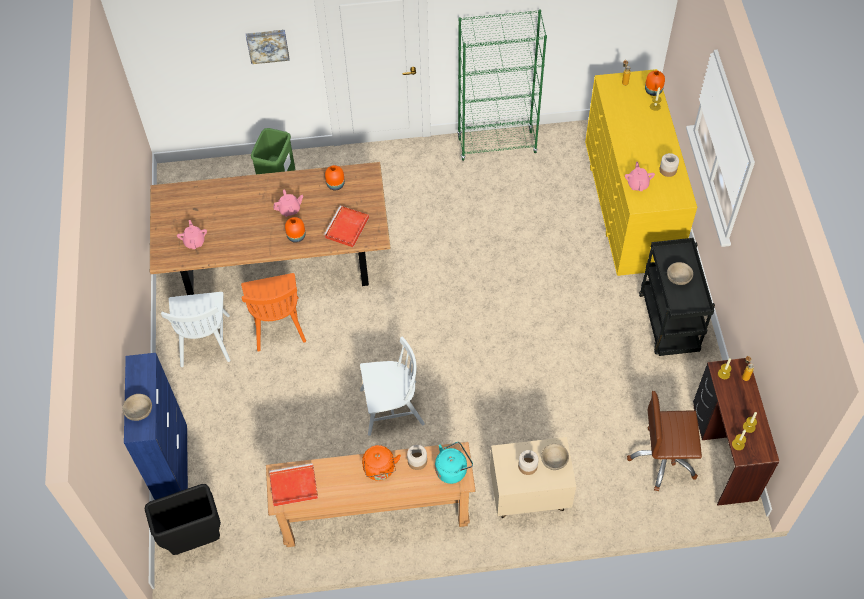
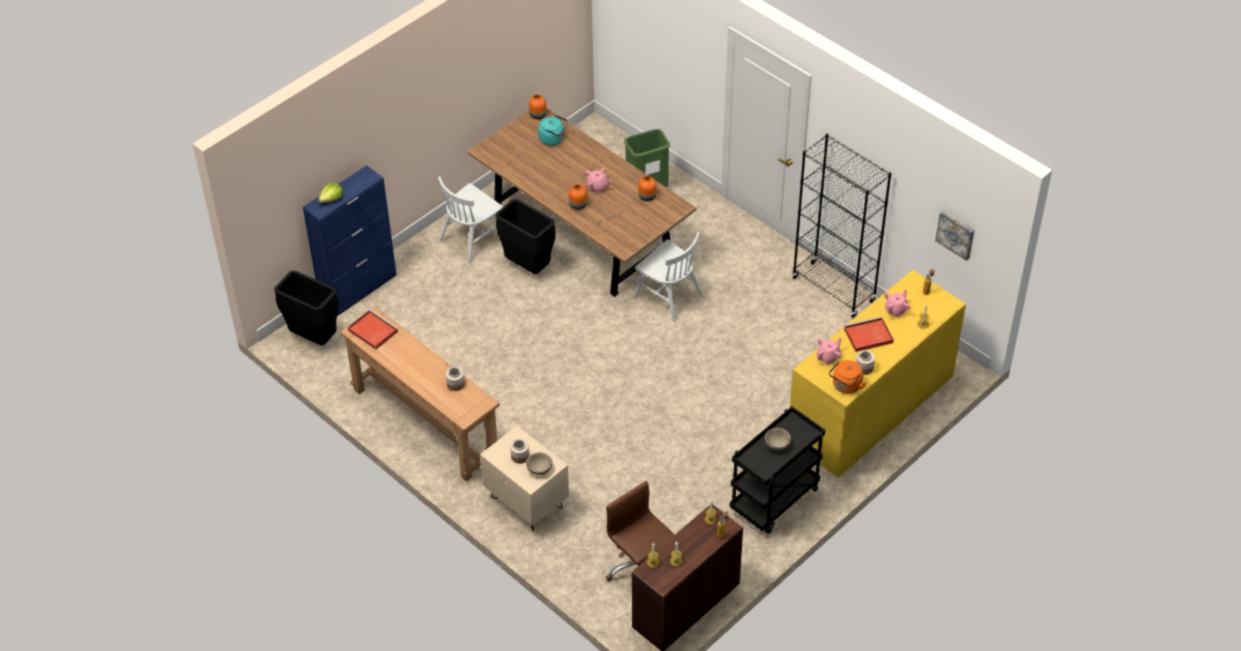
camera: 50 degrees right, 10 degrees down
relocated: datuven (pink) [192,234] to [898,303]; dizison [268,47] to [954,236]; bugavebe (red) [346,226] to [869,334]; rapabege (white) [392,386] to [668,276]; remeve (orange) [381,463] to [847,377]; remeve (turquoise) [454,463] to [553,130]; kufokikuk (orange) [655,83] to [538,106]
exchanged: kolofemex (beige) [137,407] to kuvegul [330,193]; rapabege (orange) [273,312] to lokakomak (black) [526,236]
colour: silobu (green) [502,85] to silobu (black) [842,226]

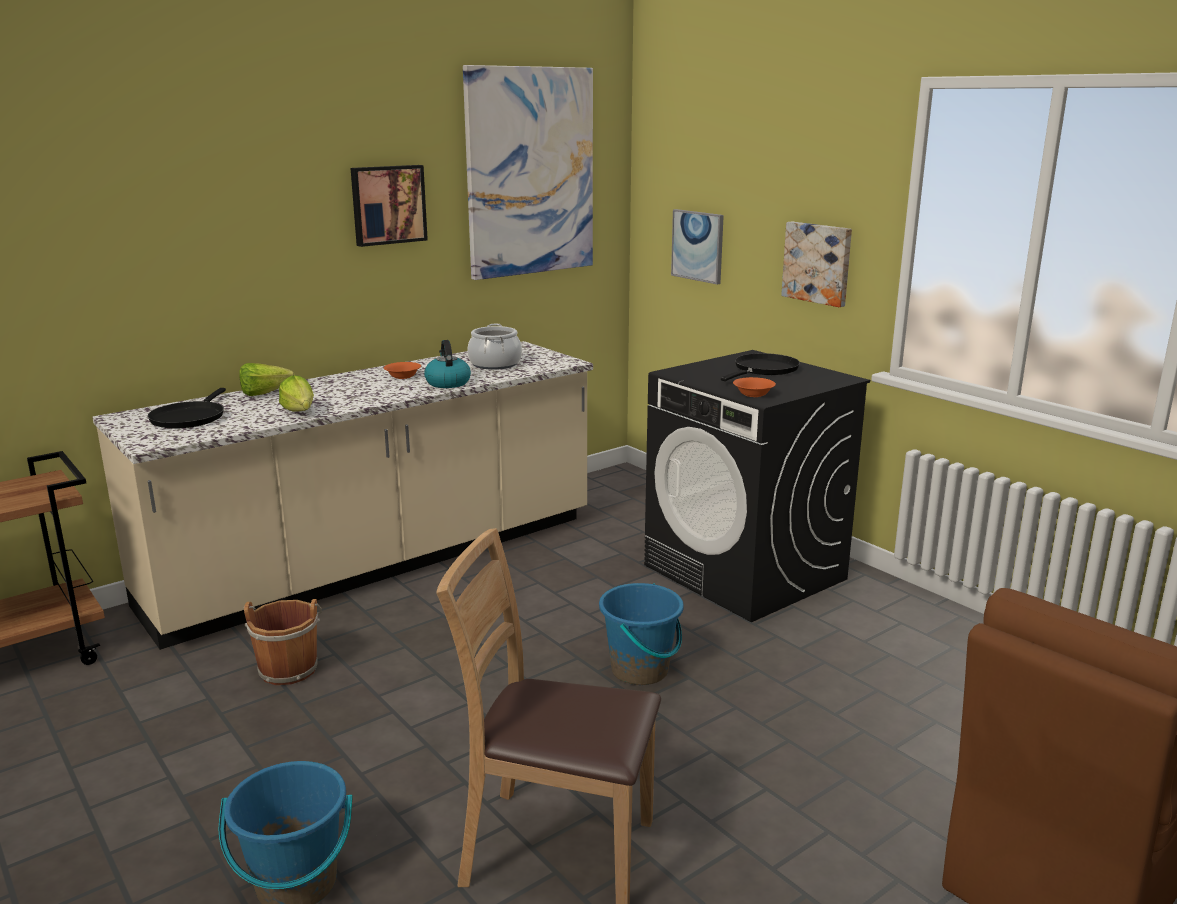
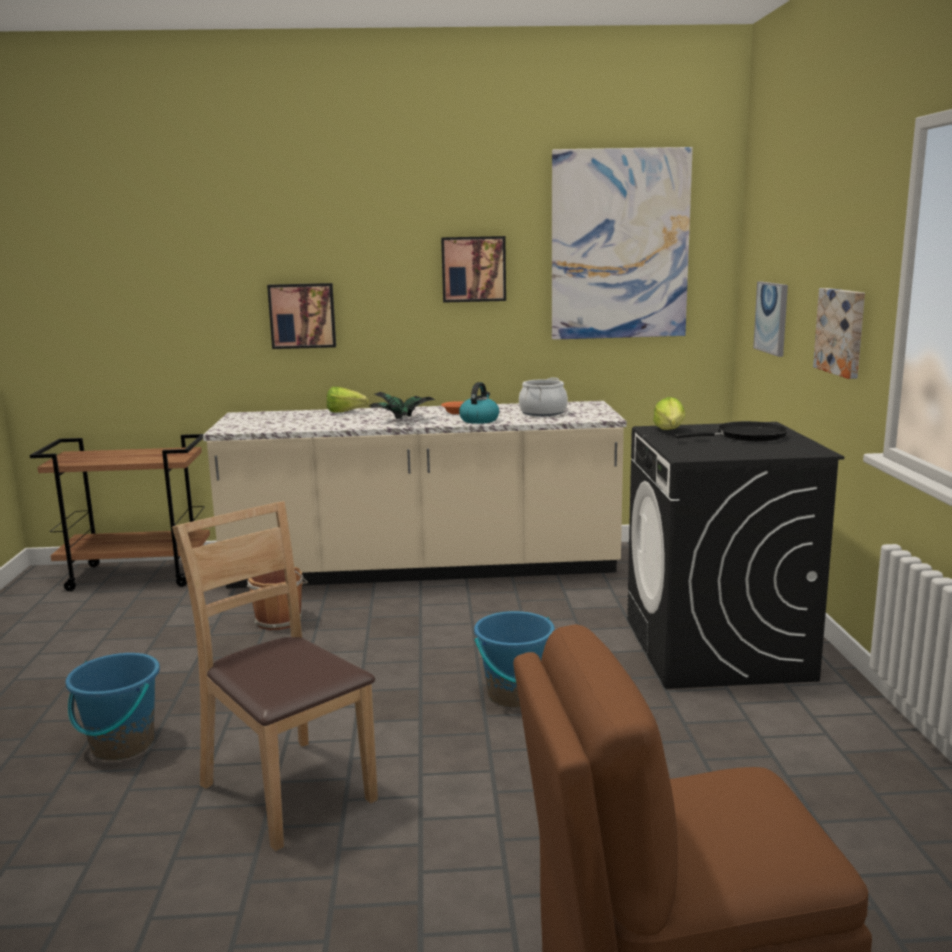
camera: 35 degrees right, 5 degrees down
missing: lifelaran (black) [186,408]; kolofemex (orange) [754,387]
appeared: dizison [301,316]; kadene [402,406]
relocated: kuvegul [296,393] to [669,413]

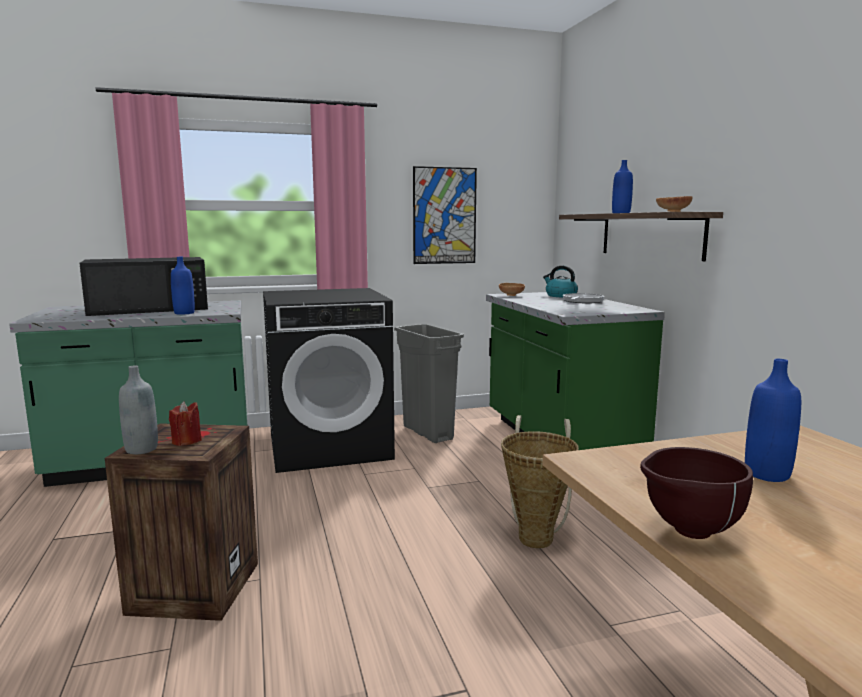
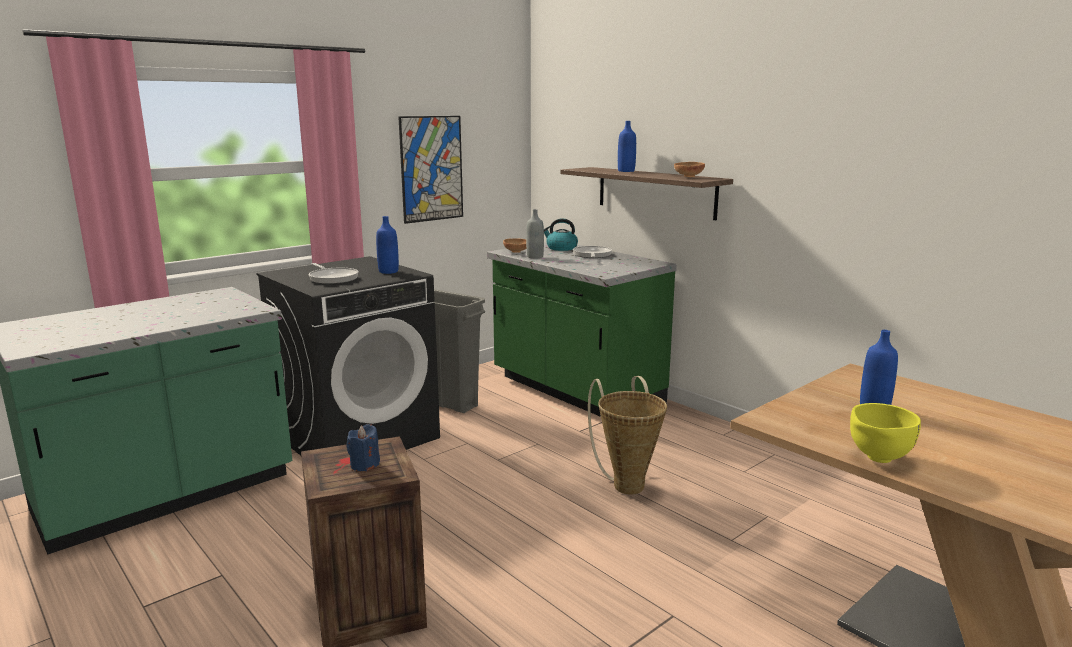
camera: 25 degrees left, 5 degrees up
missing: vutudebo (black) [143,286]
appeared: lifelaran [334,273]
relocated: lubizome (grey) [138,409] to [535,234]; lubizome (blue) [183,286] to [387,245]
colour: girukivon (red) [185,423] to girukivon (blue) [363,447]; kolofemex (brown) [696,493] to kolofemex (yellow) [885,433]

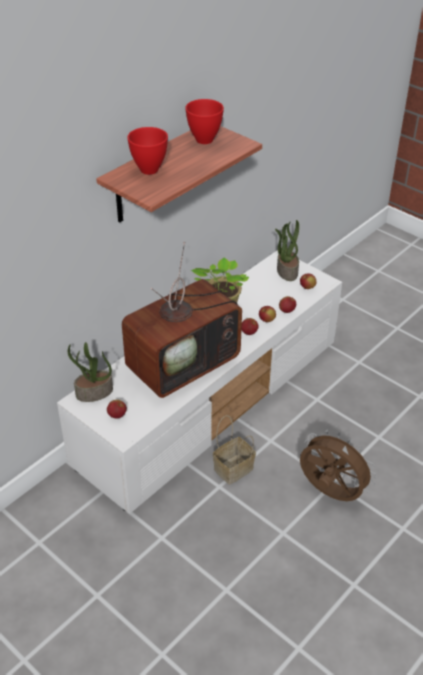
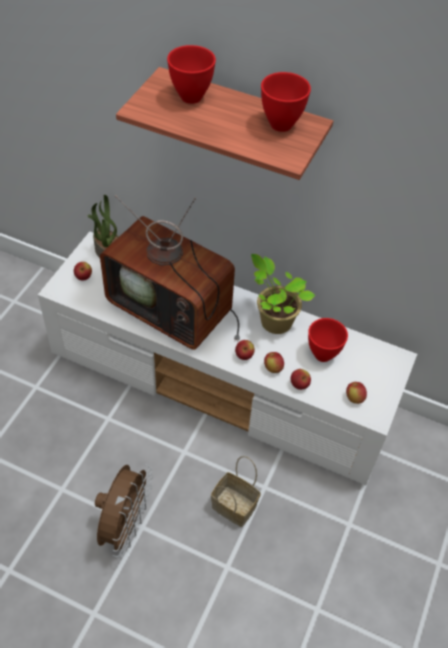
camera: 70 degrees right, 10 degrees up
missing: kadene [287,250]
appeared: kolofemex (red) [328,340]
relocated: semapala [234,450] to [236,491]

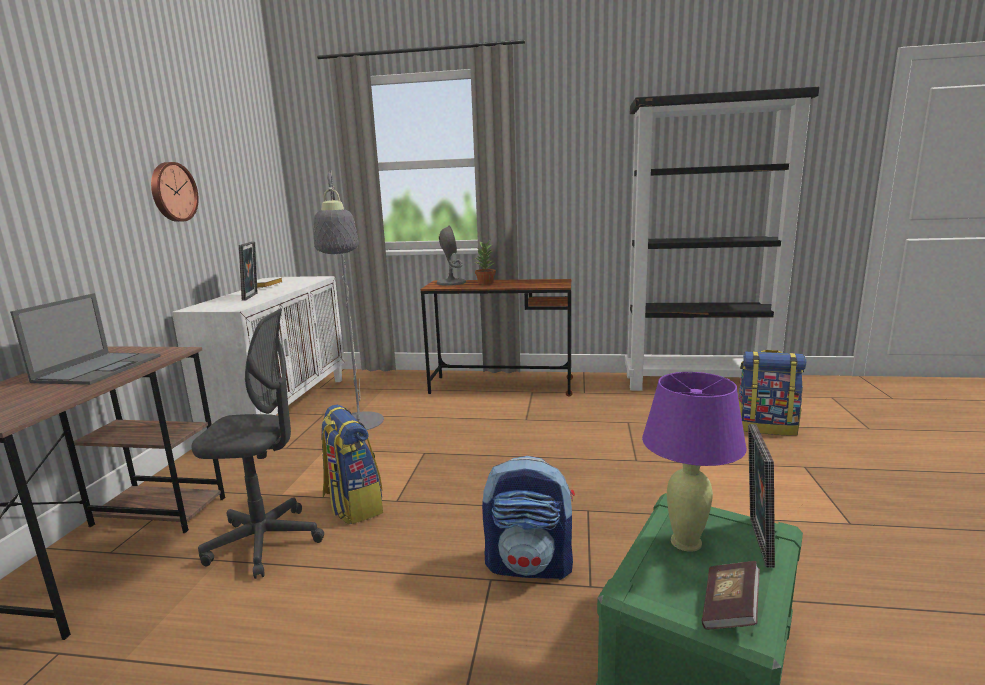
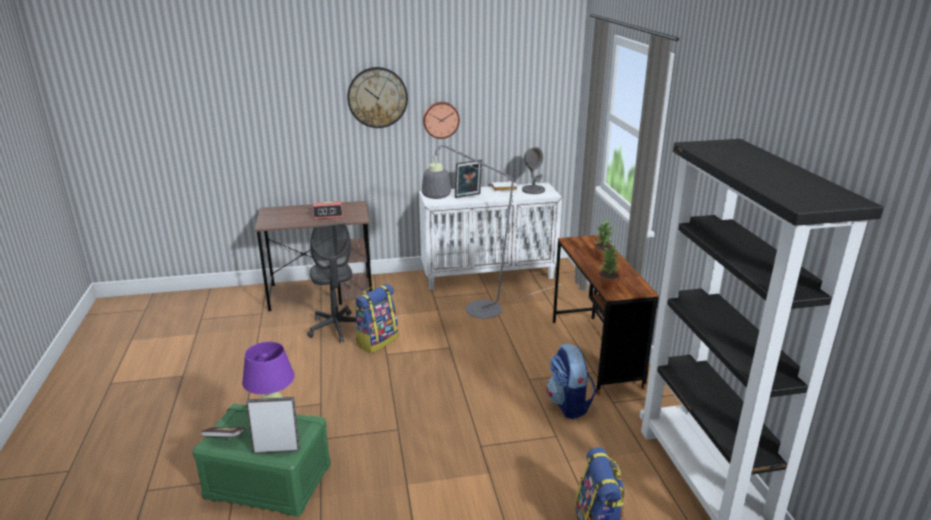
camera: 70 degrees right, 10 degrees up
appeared: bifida [377,97]; kadene [609,267]
relocated: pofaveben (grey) [451,256] to [533,170]; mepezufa [528,518] to [571,381]
exchanged: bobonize [85,339] to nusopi [328,210]

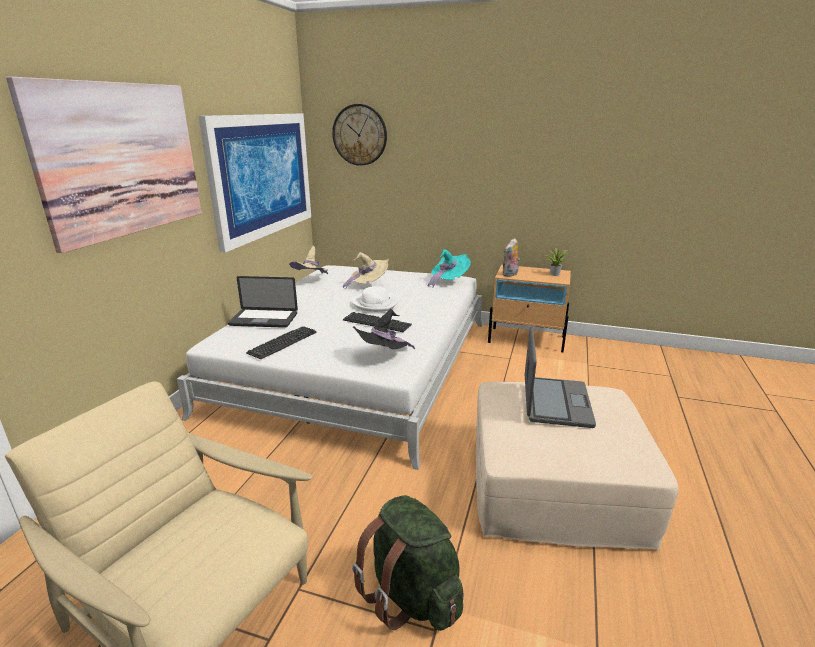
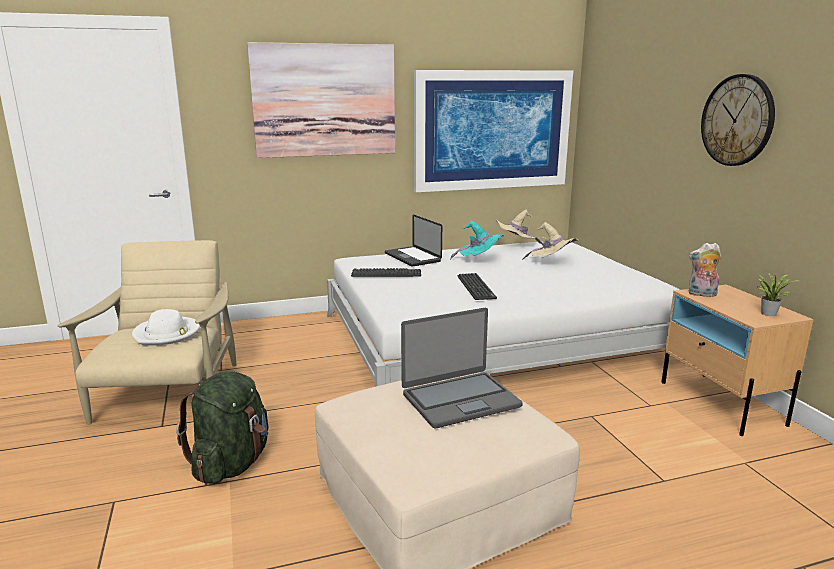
camera: 55 degrees right, 5 degrees down
missing: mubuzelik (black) [384,329]
relocated: bifida [359,135] to [738,120]; mubuzelik (white) [375,299] to [166,327]; mubuzelik (turquoise) [449,268] to [476,240]

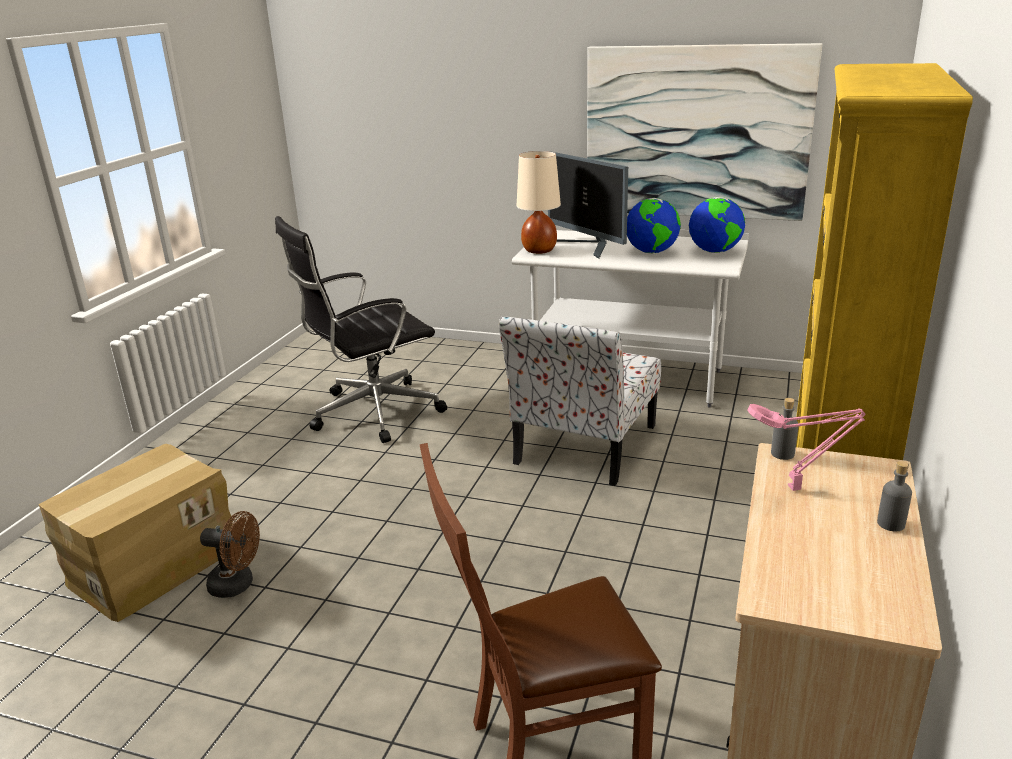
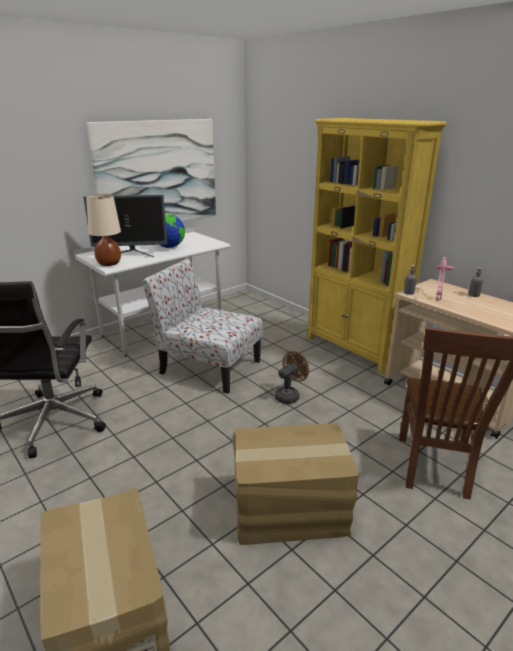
camera: 60 degrees left, 0 degrees up
missing: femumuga [717,225]
appeared: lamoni [296,484]
relocated: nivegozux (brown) [230,554] to [292,377]
spun: rapabege [580,401] = [202,326] 150 degrees clockwise

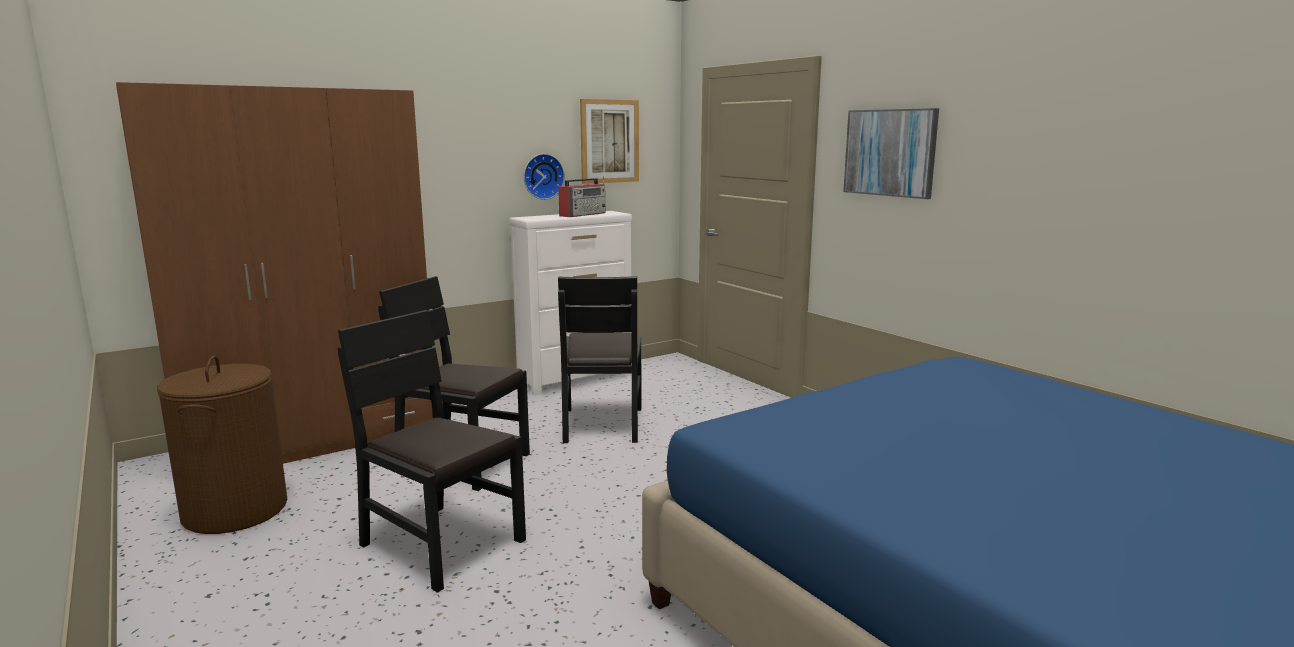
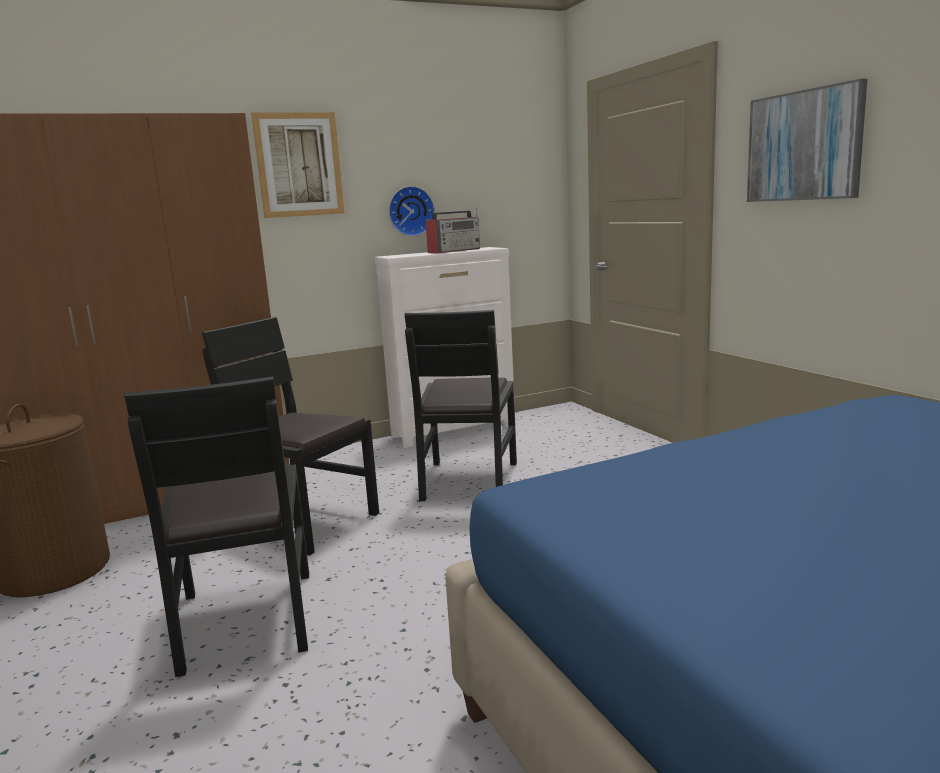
camera: 10 degrees right, 0 degrees up
relocated: dizison [609,141] to [297,165]
spun: rapabege (black) [432,451] = [216,526] 150 degrees counterclockwise

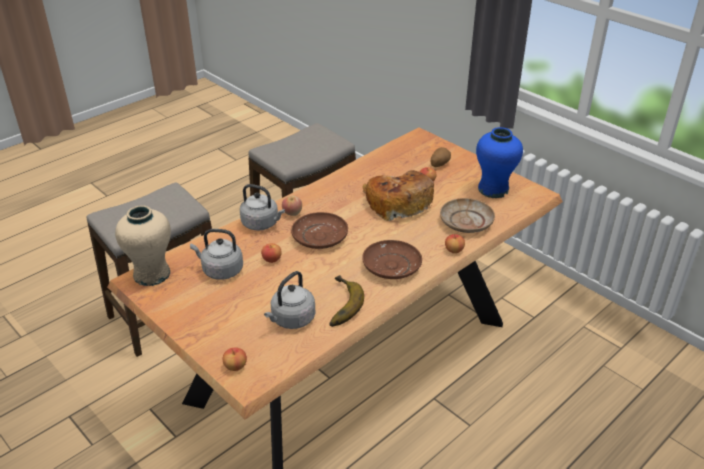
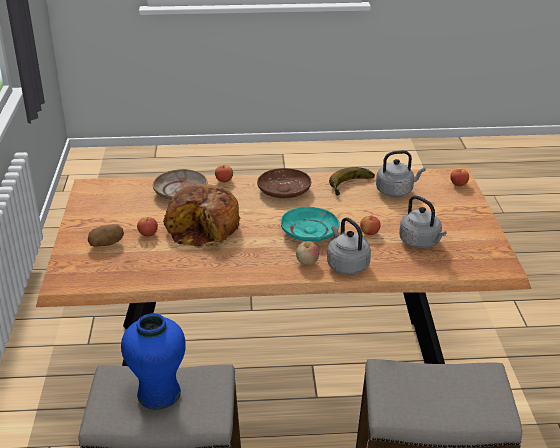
camera: 140 degrees left, 5 degrees down
missing: kufokikuk (beige) [143,245]
relocated: kufokikuk (blue) [499,162] to [153,361]
colour: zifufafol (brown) [319,230] to zifufafol (turquoise) [310,224]

